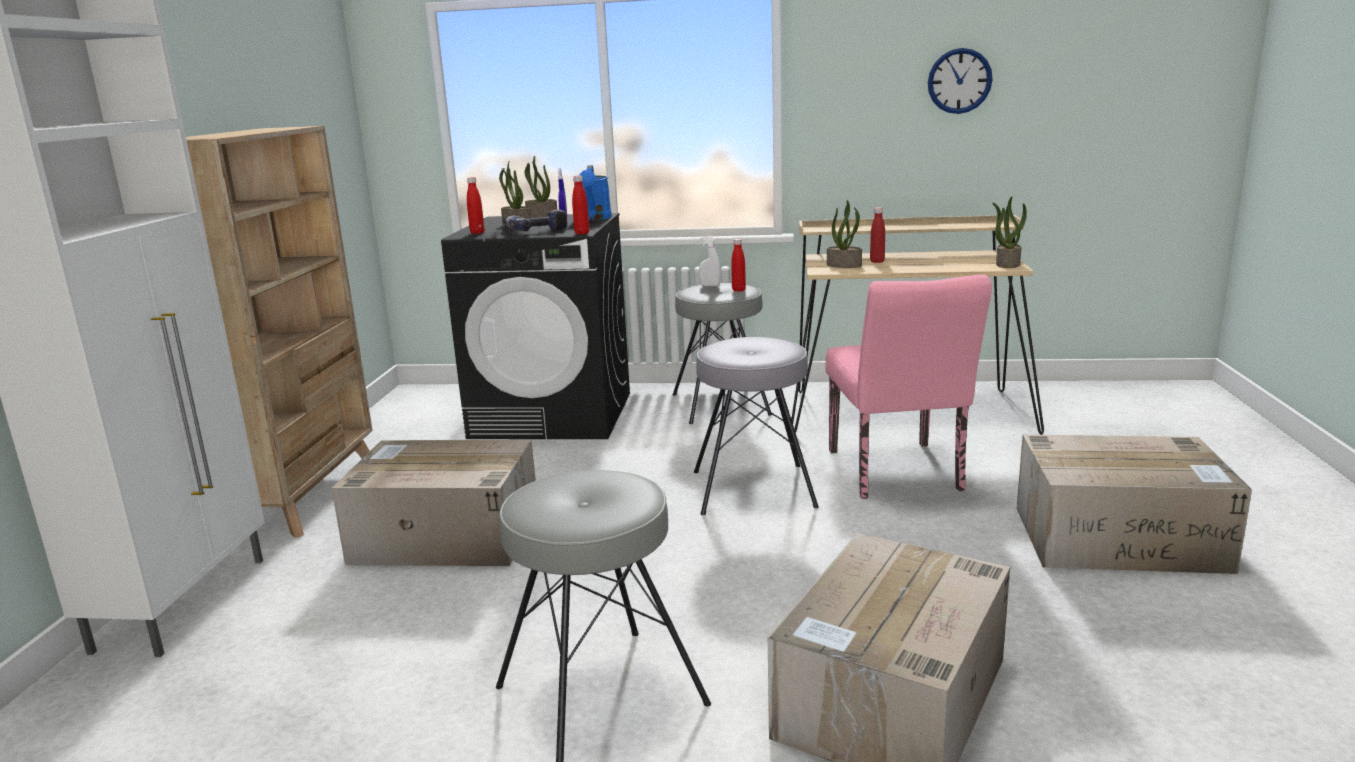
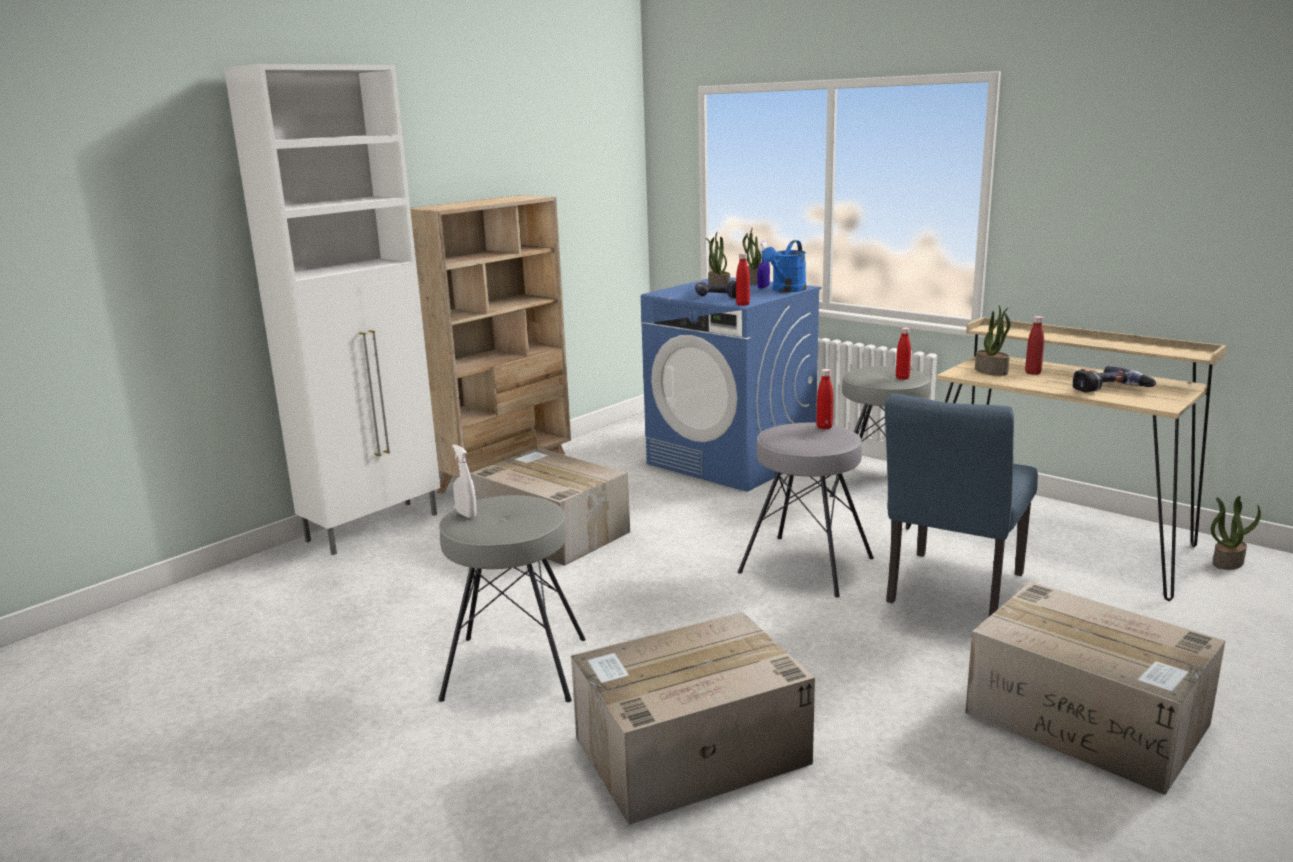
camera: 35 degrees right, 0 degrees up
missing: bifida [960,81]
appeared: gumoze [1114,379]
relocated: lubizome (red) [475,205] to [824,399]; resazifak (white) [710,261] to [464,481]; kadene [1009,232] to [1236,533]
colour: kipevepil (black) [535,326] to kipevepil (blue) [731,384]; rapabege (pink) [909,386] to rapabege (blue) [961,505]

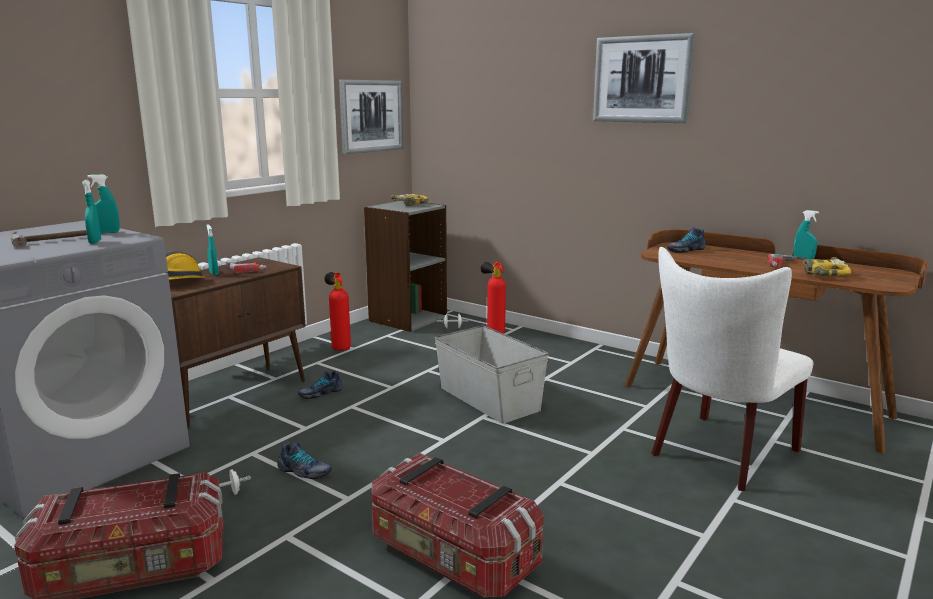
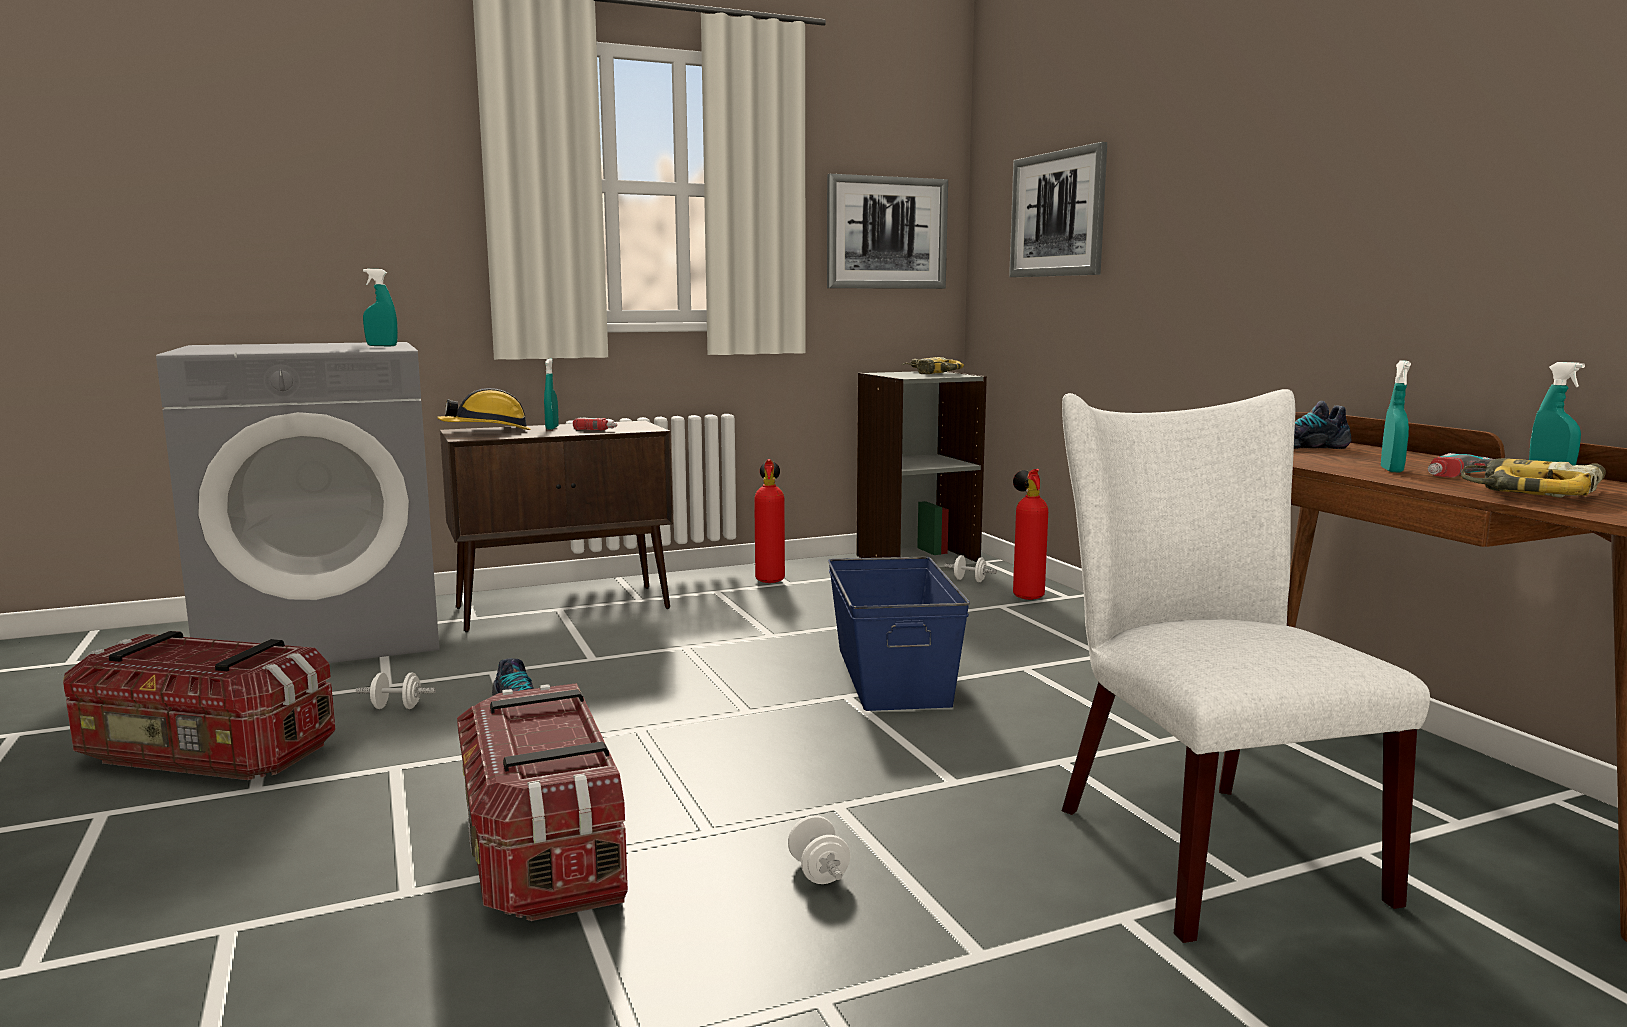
camera: 30 degrees right, 5 degrees down
missing: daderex [49,239]; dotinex [320,384]
appeared: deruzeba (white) [819,849]
relocated: resazifak (turquoise) [91,212] to [1396,416]; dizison [644,78] to [1058,209]
colour: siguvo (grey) [492,375] to siguvo (blue) [899,634]
spun: rapabege (white) [732,369] = [1246,666] 90 degrees clockwise

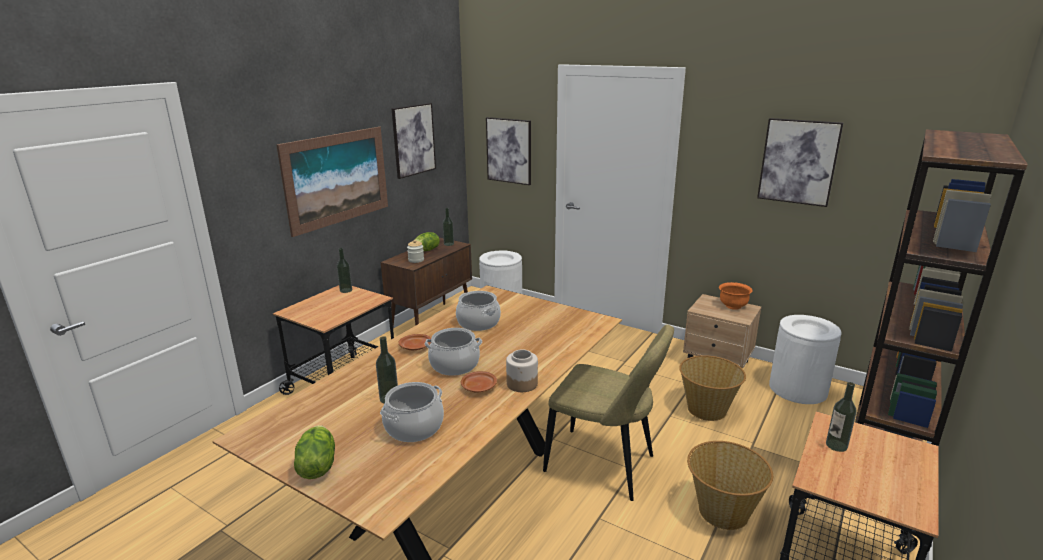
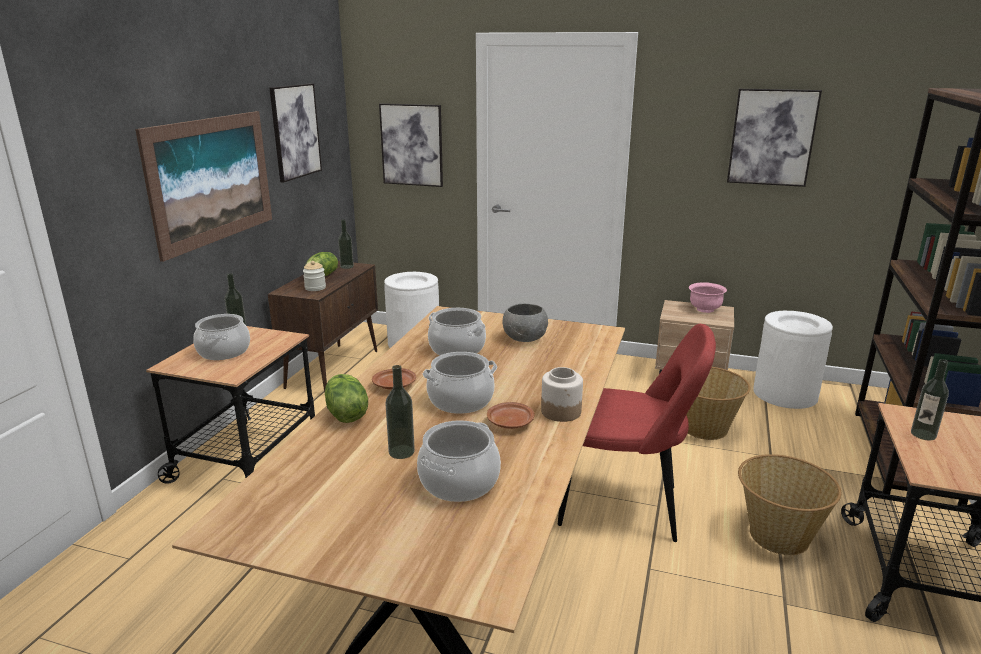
camera: 15 degrees left, 0 degrees up
appeared: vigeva [221,337]; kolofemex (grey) [525,322]
relocated: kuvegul [314,452] to [346,398]
colour: rapabege (beige) [608,412] to rapabege (red) [637,433]; kolofemex (orange) [736,296] to kolofemex (pink) [708,297]

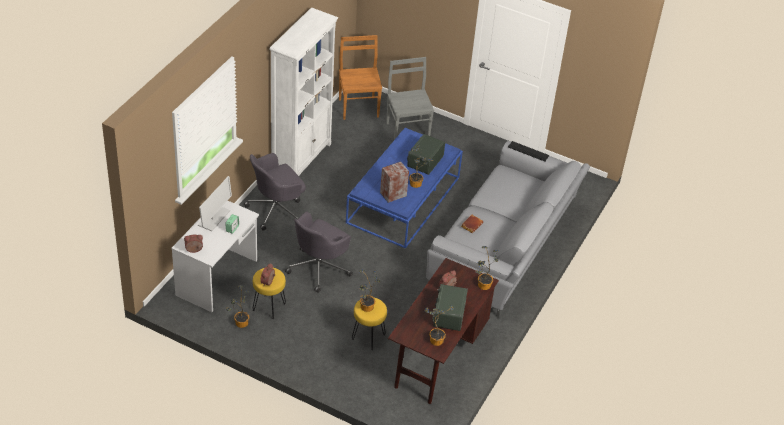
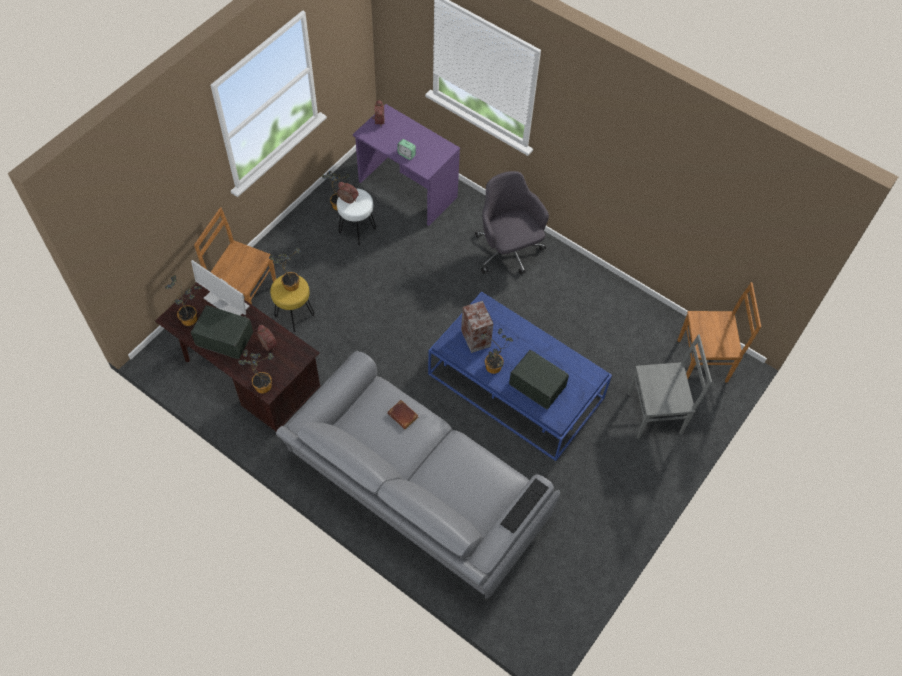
camera: 100 degrees right, 15 degrees up
missing: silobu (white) [303,91]; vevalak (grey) [319,252]
appeared: rapabege (brown) [235,256]
relocated: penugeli [215,203] to [220,288]
colour: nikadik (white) [215,256] to nikadik (purple) [406,165]; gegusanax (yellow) [269,293] to gegusanax (white) [356,216]

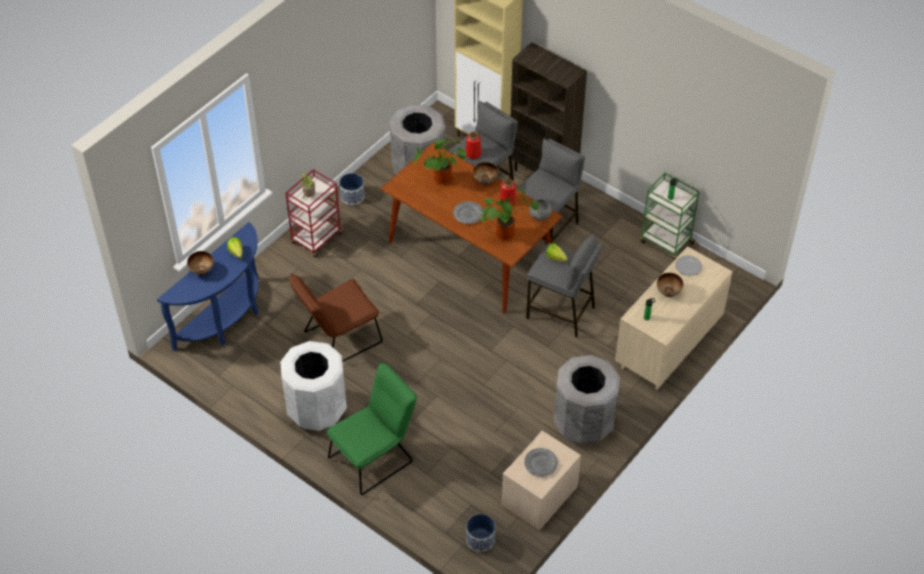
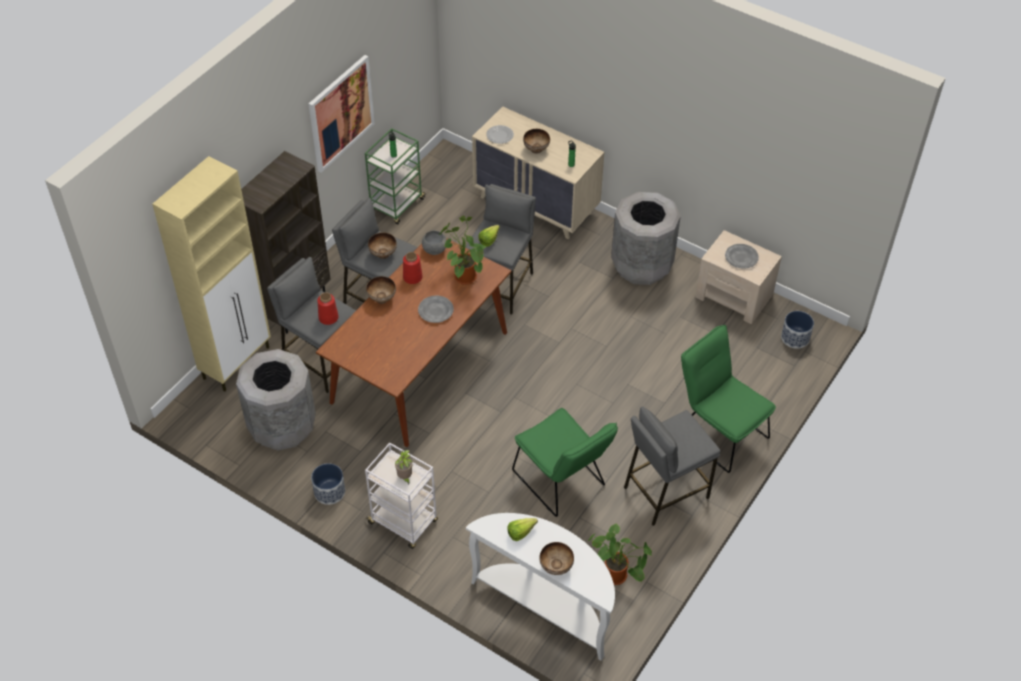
camera: 95 degrees left, 0 degrees up
appeared: dizison [342,114]; kolofemex [382,245]
relocated: kadene [441,161] to [620,554]
exchanged: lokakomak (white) [313,386] to gegusanax (grey) [672,466]
colour: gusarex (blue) [208,286] to gusarex (white) [540,587]; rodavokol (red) [315,213] to rodavokol (white) [401,496]; rapabege (brown) [335,317] to rapabege (green) [565,462]

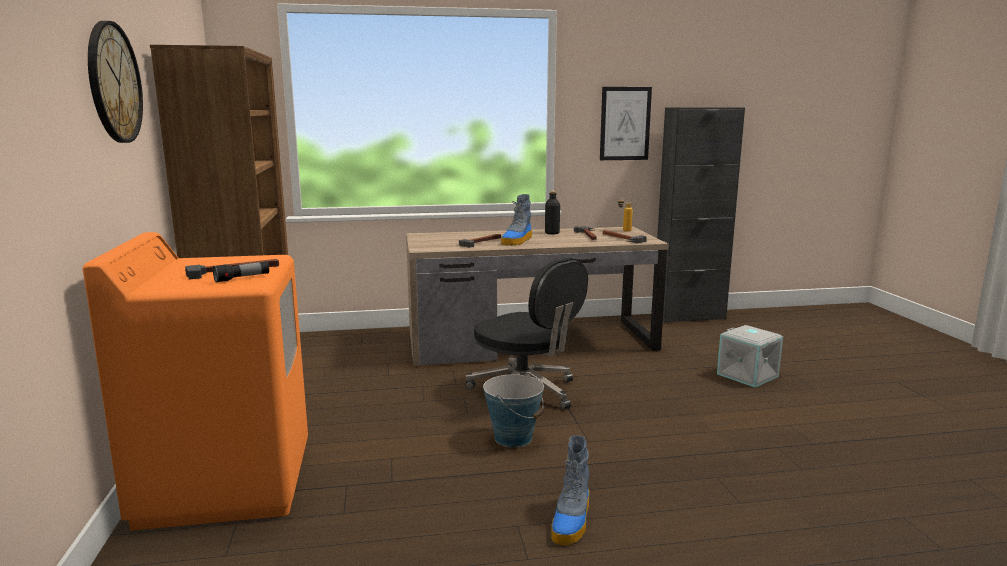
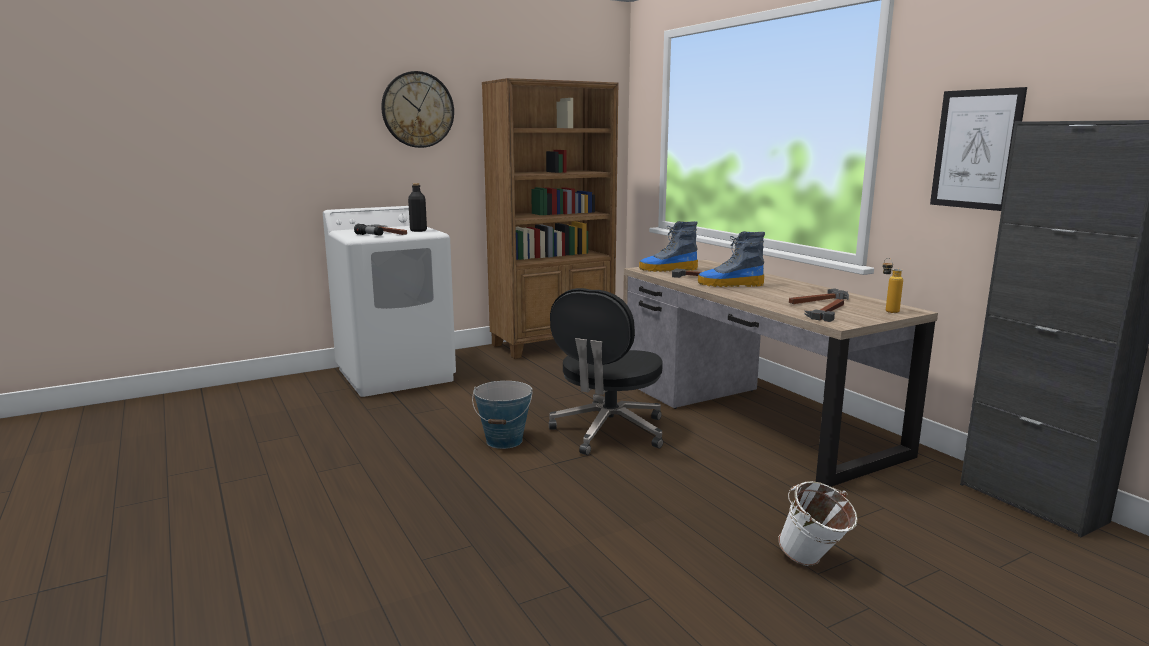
camera: 70 degrees right, 0 degrees up
relocated: lubizome (black) [552,212] to [417,207]; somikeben [570,490] to [668,246]
exchanged: siguvo (grey) [750,356] to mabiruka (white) [818,523]
colour: kipevepil (orange) [195,381] to kipevepil (white) [389,301]

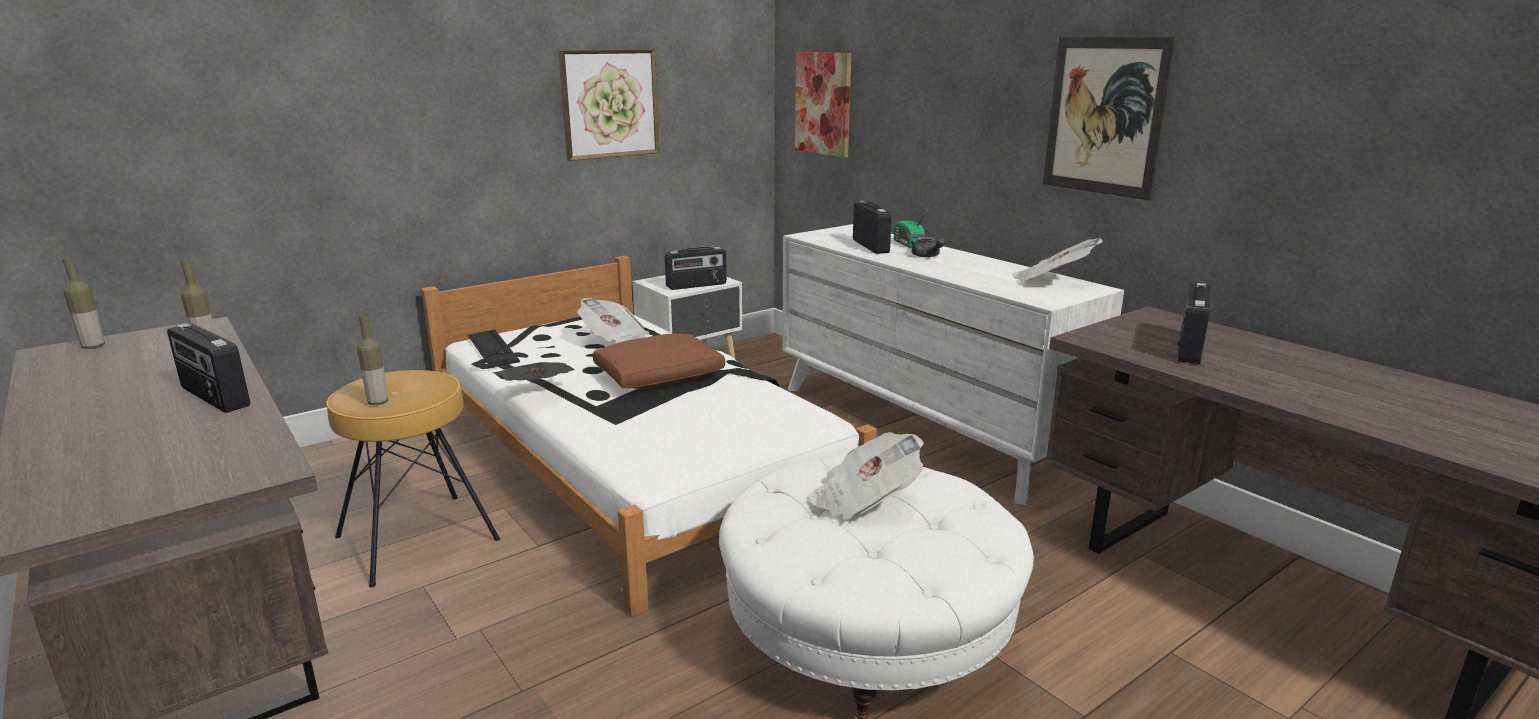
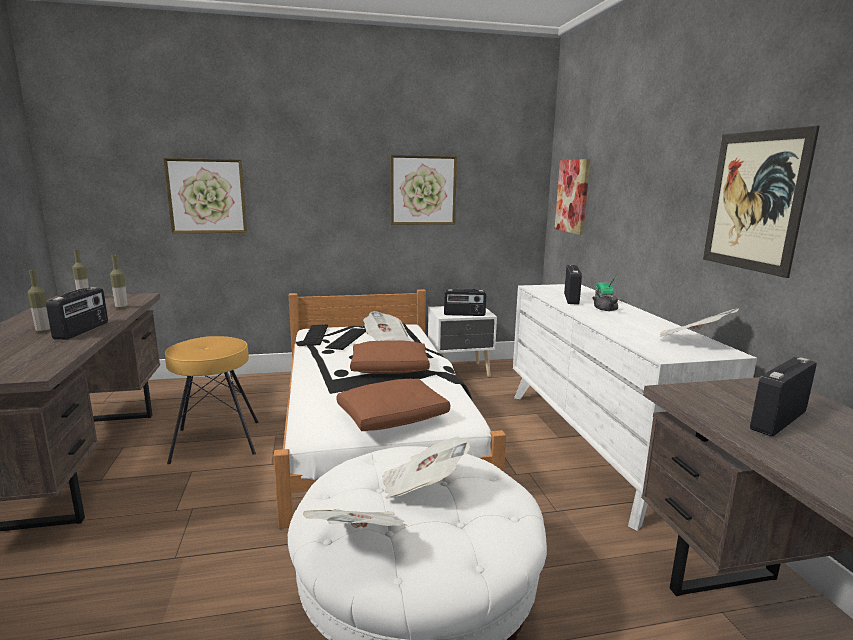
camera: 25 degrees right, 5 degrees down
appeared: dizison [205,195]; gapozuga [345,339]; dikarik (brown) [393,405]
relocated: lubizome [372,359] to [39,301]; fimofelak [534,371] to [355,518]
spun: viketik [208,368] = [77,313] 150 degrees counterclockwise

